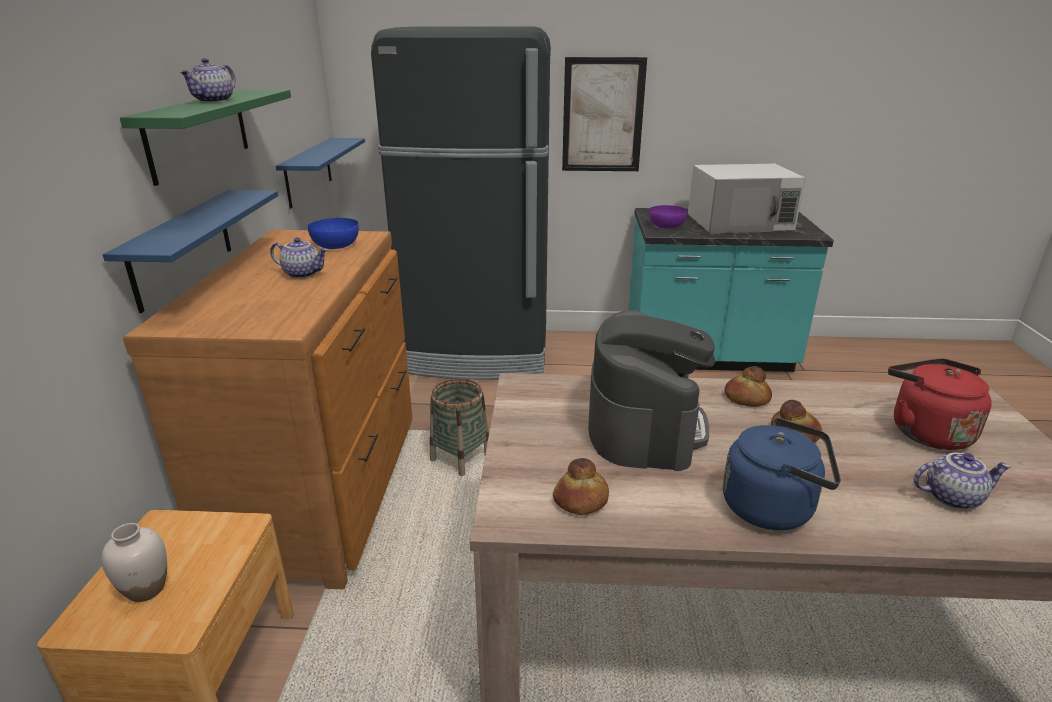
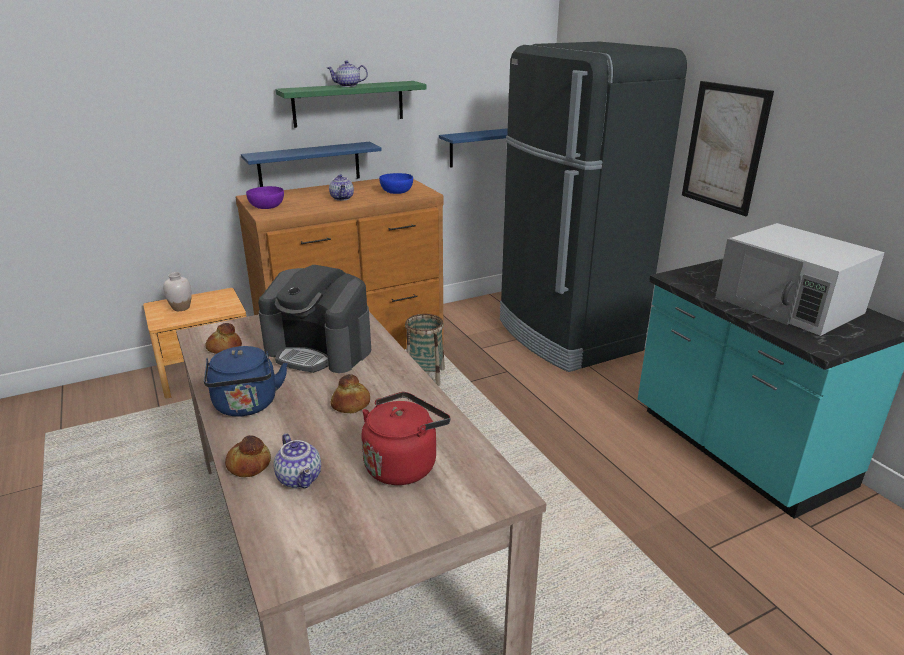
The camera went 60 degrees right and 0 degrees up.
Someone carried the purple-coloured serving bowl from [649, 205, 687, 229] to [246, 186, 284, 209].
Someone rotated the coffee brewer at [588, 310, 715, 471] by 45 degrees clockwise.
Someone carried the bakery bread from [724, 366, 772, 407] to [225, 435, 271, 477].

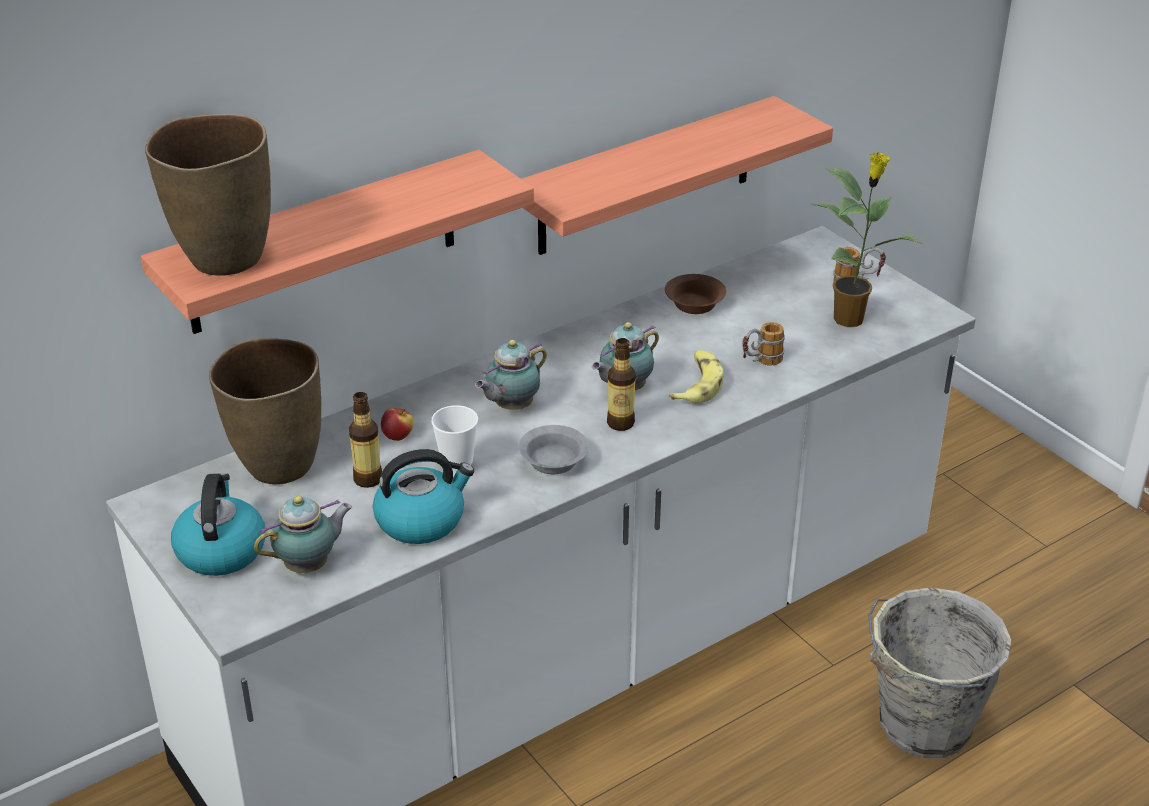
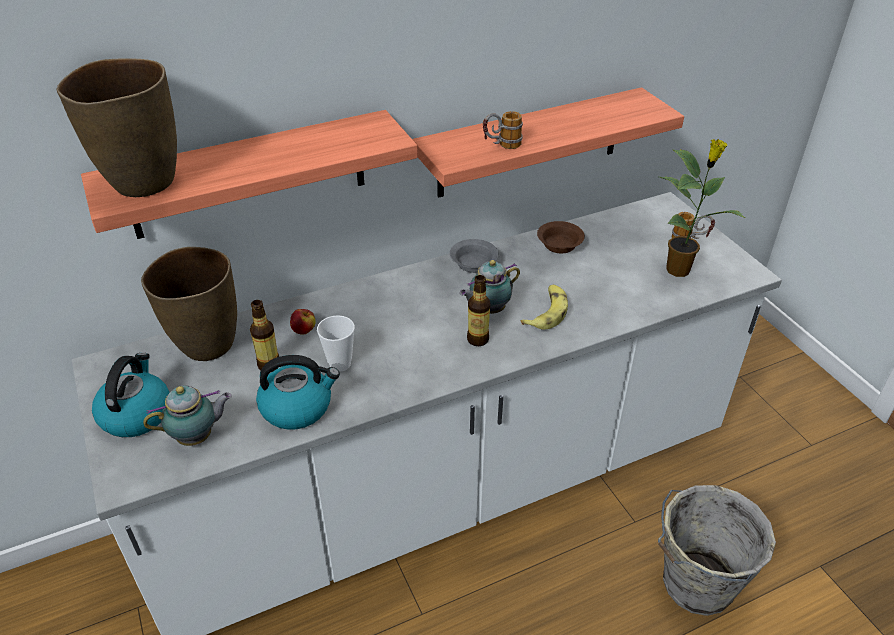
The camera went 10 degrees right and 5 degrees up.
Someone carried the tea mug from [742, 322, 785, 366] to [483, 111, 523, 149].
Someone took away the tea pot at [475, 340, 547, 410].
Someone carried the greyish serving bowl from [518, 425, 589, 474] to [450, 239, 498, 273].

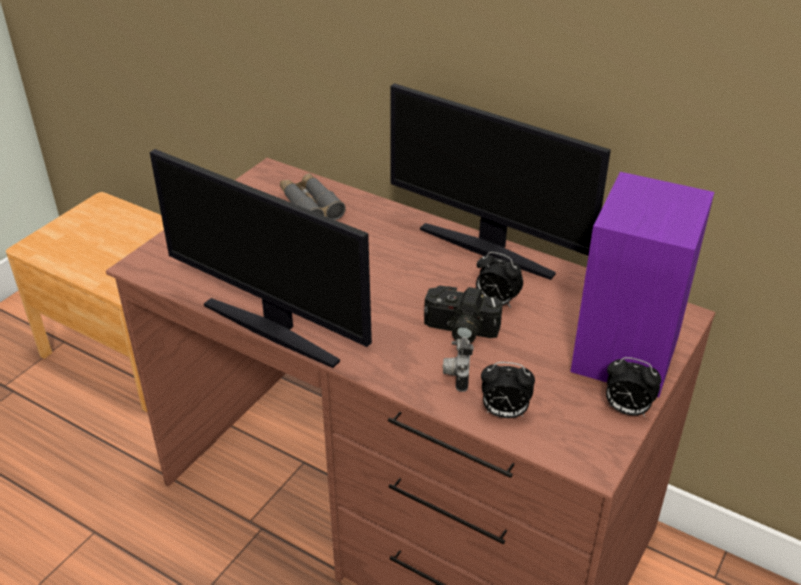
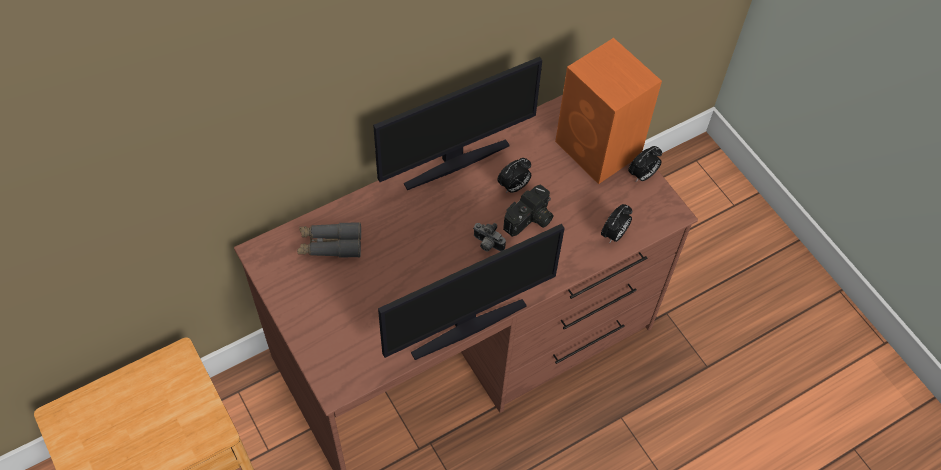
The camera went 65 degrees left and 20 degrees up.
Someone repainted the purple-coloured speaker at [570, 172, 714, 397], which became the orange speaker at [555, 38, 662, 184].
Someone carried the photo camera from [443, 337, 474, 392] to [473, 223, 506, 252].

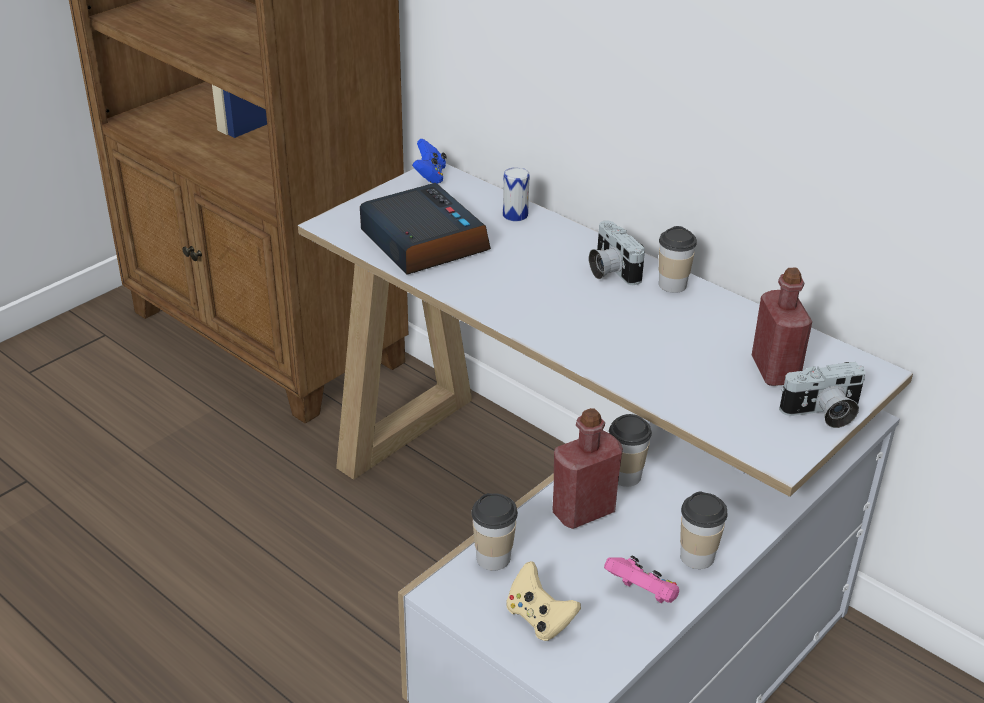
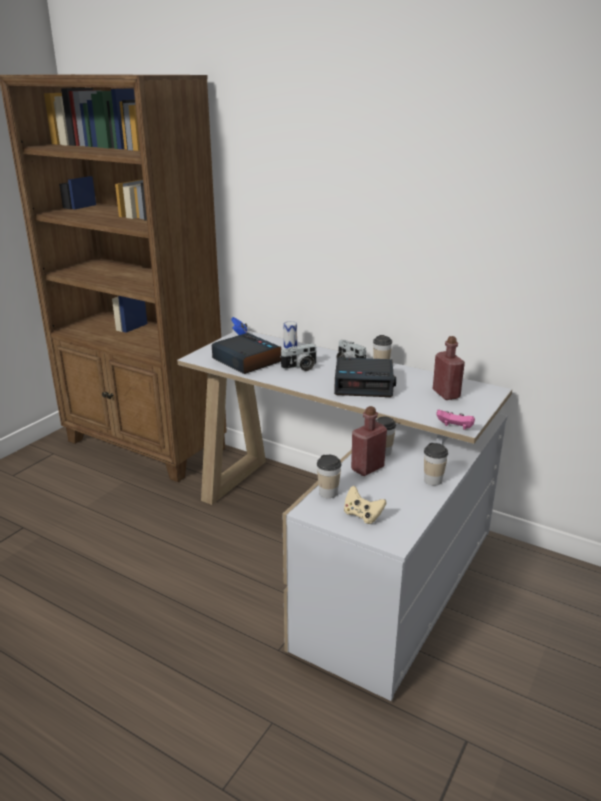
The camera went 10 degrees left and 10 degrees down.
Someone carried the photo camera from [779, 362, 865, 428] to [280, 343, 317, 371].
Someone carried the pink-coloured gamepad from [604, 556, 679, 603] to [436, 410, 475, 430].
Someone put down the alarm clock at [334, 357, 396, 397].

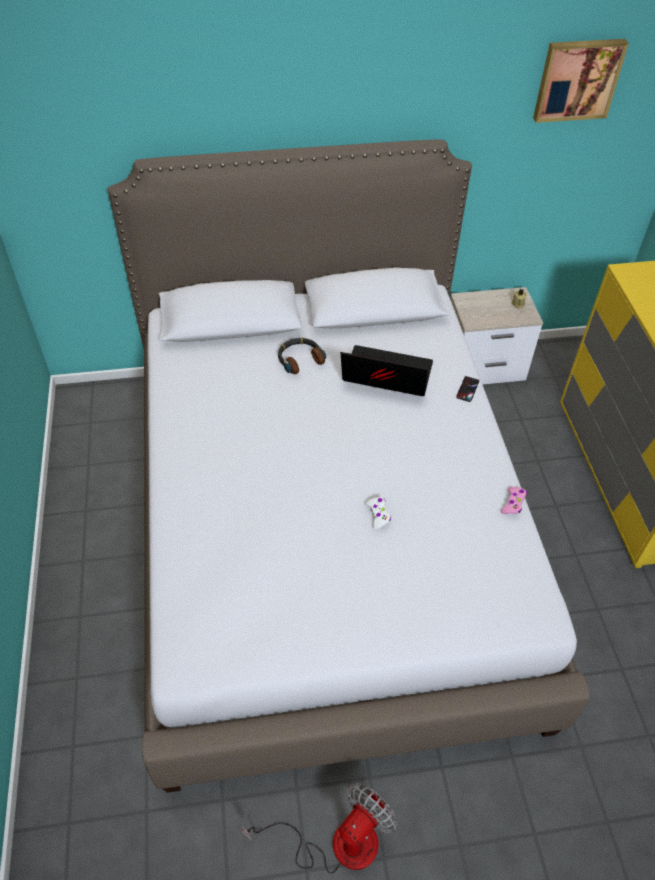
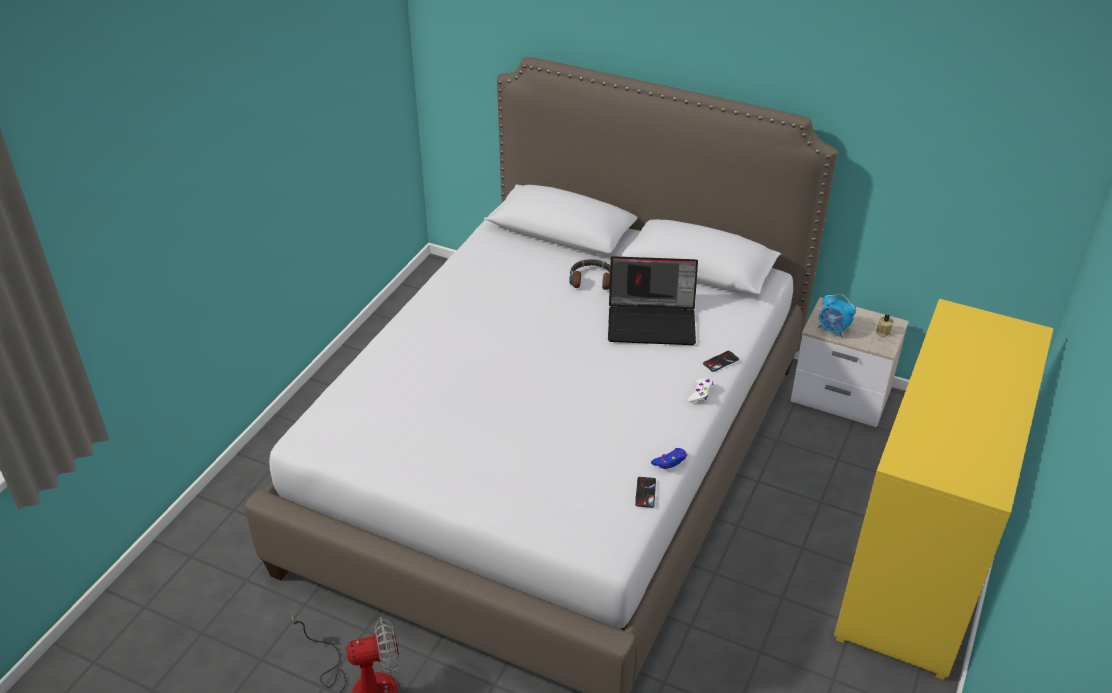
The camera went 35 degrees right and 10 degrees down.
Someone took away the picture at [533, 39, 629, 123].
Someone rotated the notebook computer at [341, 345, 433, 396] by 135 degrees clockwise.
Someone repainted the pink-coloured gamepad at [501, 487, 527, 514], which became the bluish gamepad at [651, 448, 687, 469].
Someone carried the white-coloured gamepad from [365, 497, 391, 530] to [688, 379, 713, 403].
Someone put down the alarm clock at [818, 294, 856, 338].
Someone put down the phone at [635, 477, 656, 508].

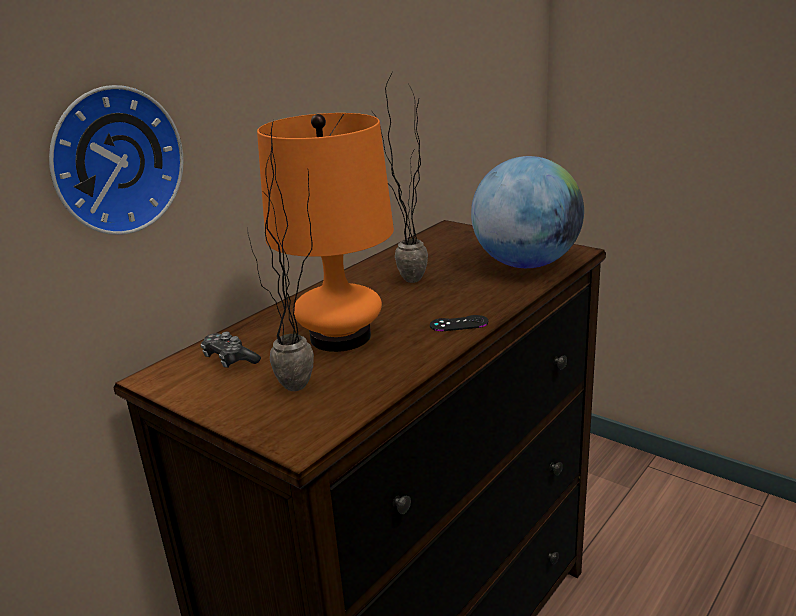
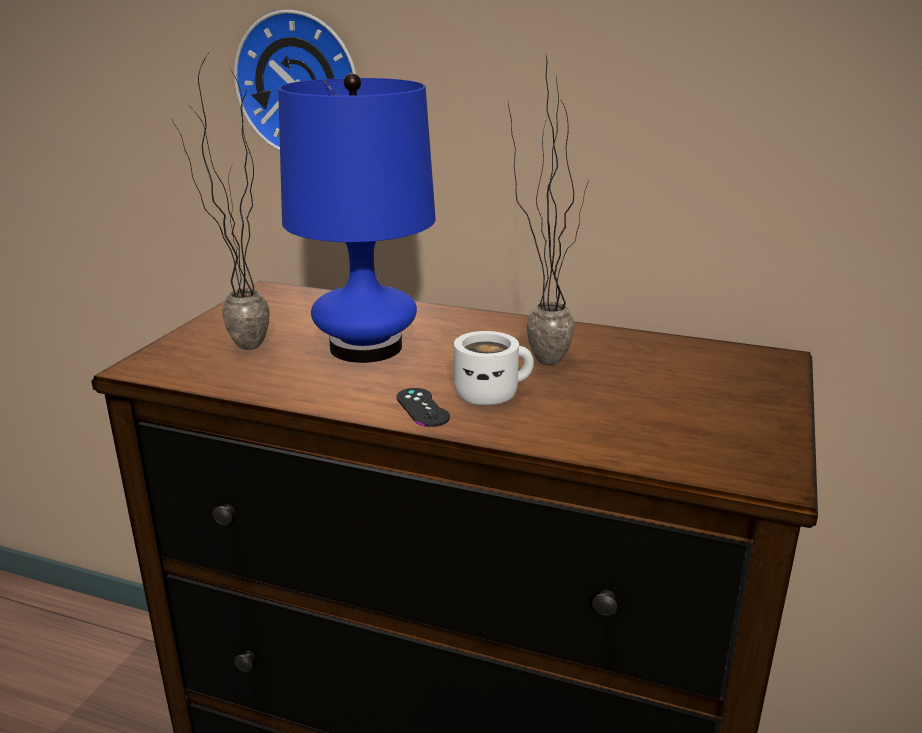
The camera went 70 degrees right and 0 degrees up.
Someone repainted the orange lamp for a table at [257, 113, 394, 352], which became the bluish lamp for a table at [278, 73, 436, 363].
Someone took away the globe at [471, 156, 584, 268].
Someone took away the gamepad at [200, 332, 261, 368].
Someone put down the white-coloured tea mug at [454, 331, 534, 406].

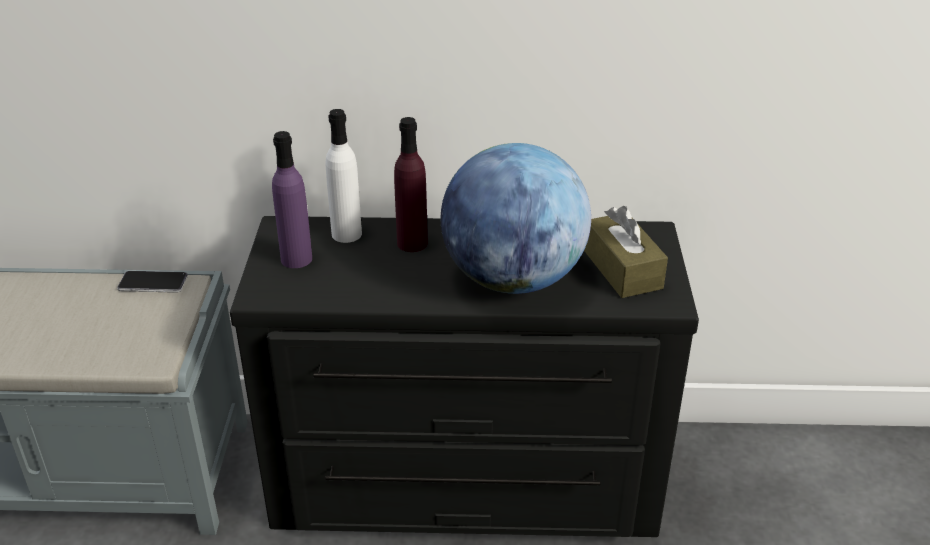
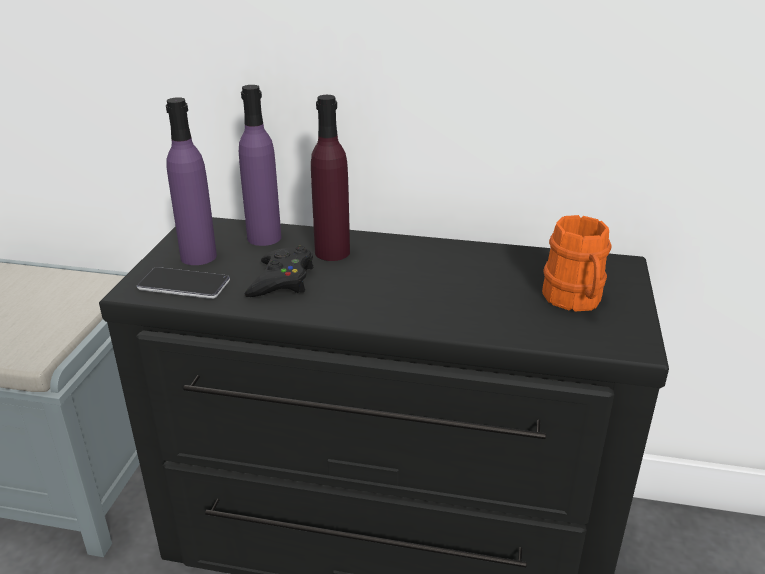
The camera went 10 degrees right and 5 degrees down.
Someone repainted the white-coloured drink bottle at [325, 109, 362, 243], which became the purple-coloured drink bottle at [239, 85, 281, 246].
Someone took away the globe at [441, 143, 591, 294].
Someone swapped the brown-coloured tissue holder at [584, 206, 668, 298] for the orange tea mug at [542, 215, 612, 311].
Someone carried the phone from [117, 271, 188, 293] to [137, 267, 230, 299].
Someone put down the black-coloured gamepad at [245, 246, 313, 297].

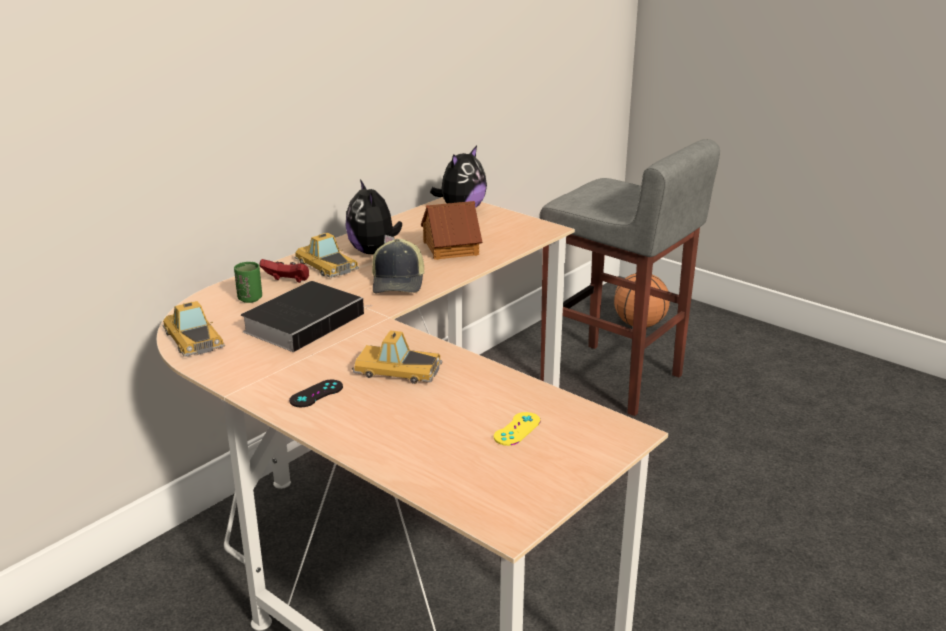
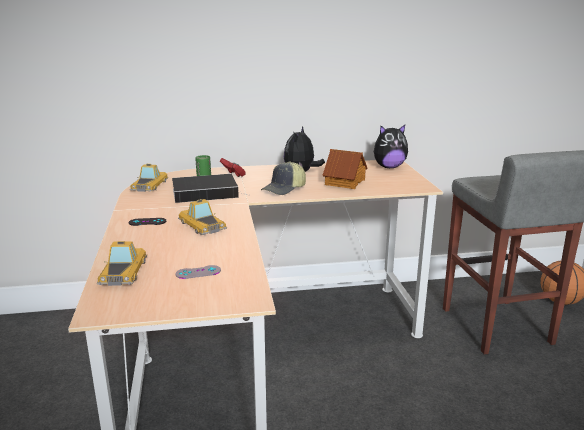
The camera went 40 degrees right and 5 degrees down.
Someone carried the miniature car from [294, 233, 359, 278] to [97, 241, 147, 286].
Someone repainted the yellowish gamepad at [494, 412, 541, 446], which became the greyish gamepad at [175, 265, 221, 279].

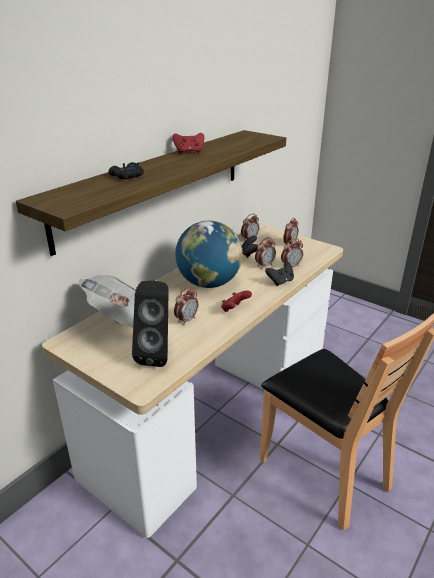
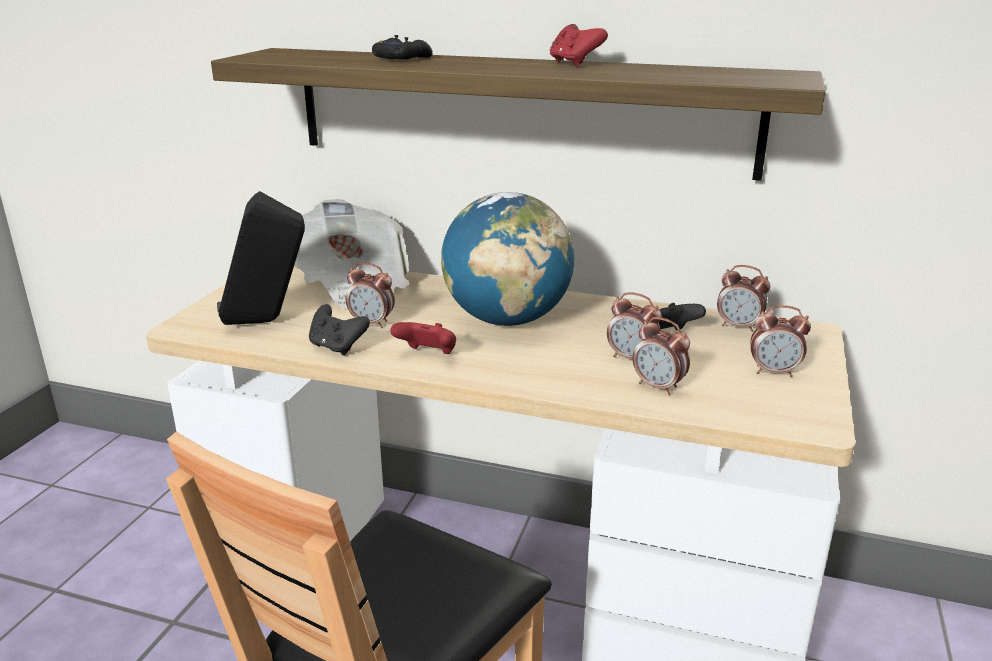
The camera went 70 degrees right and 5 degrees down.
Someone carried the black-coloured gamepad from [265, 261, 294, 286] to [309, 304, 370, 356].

